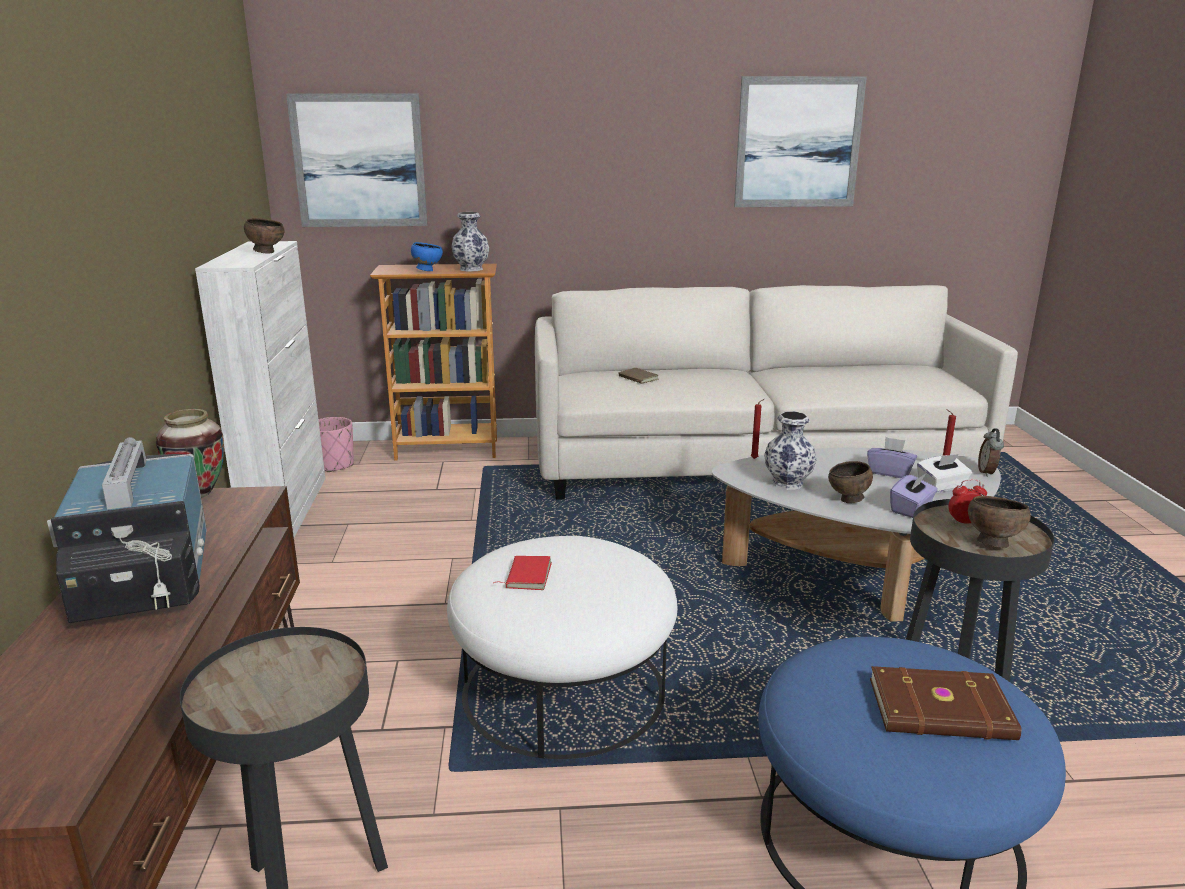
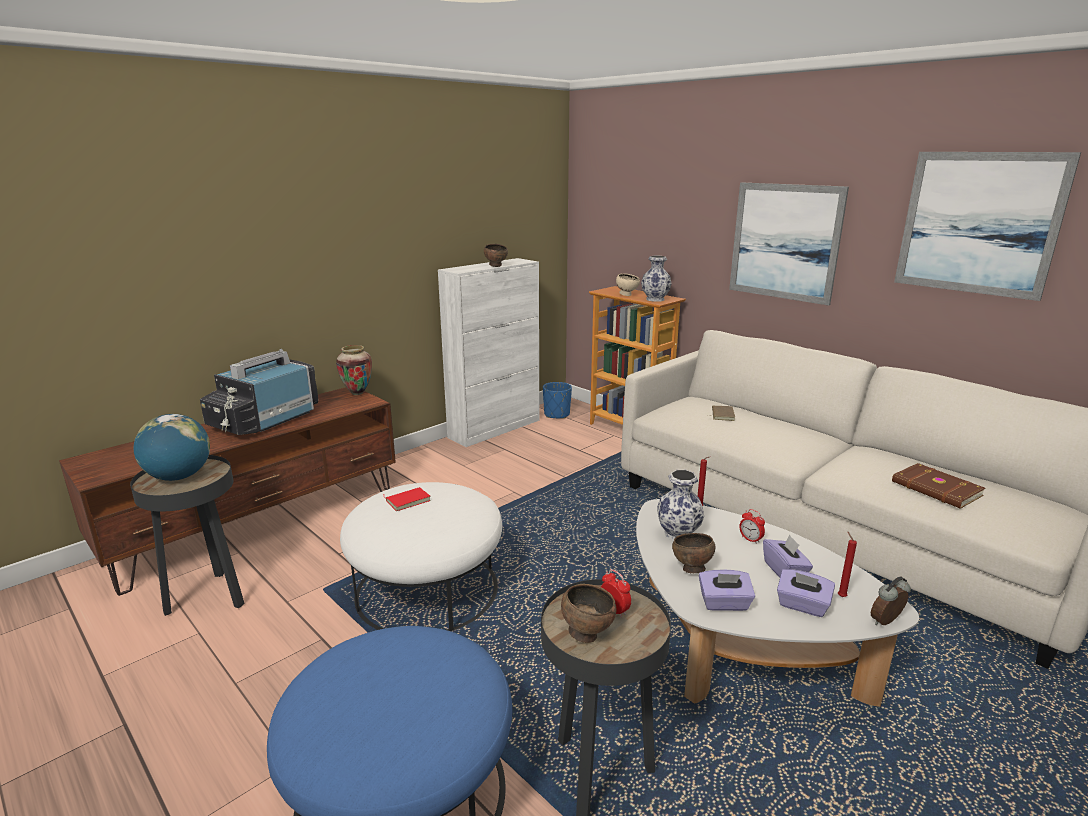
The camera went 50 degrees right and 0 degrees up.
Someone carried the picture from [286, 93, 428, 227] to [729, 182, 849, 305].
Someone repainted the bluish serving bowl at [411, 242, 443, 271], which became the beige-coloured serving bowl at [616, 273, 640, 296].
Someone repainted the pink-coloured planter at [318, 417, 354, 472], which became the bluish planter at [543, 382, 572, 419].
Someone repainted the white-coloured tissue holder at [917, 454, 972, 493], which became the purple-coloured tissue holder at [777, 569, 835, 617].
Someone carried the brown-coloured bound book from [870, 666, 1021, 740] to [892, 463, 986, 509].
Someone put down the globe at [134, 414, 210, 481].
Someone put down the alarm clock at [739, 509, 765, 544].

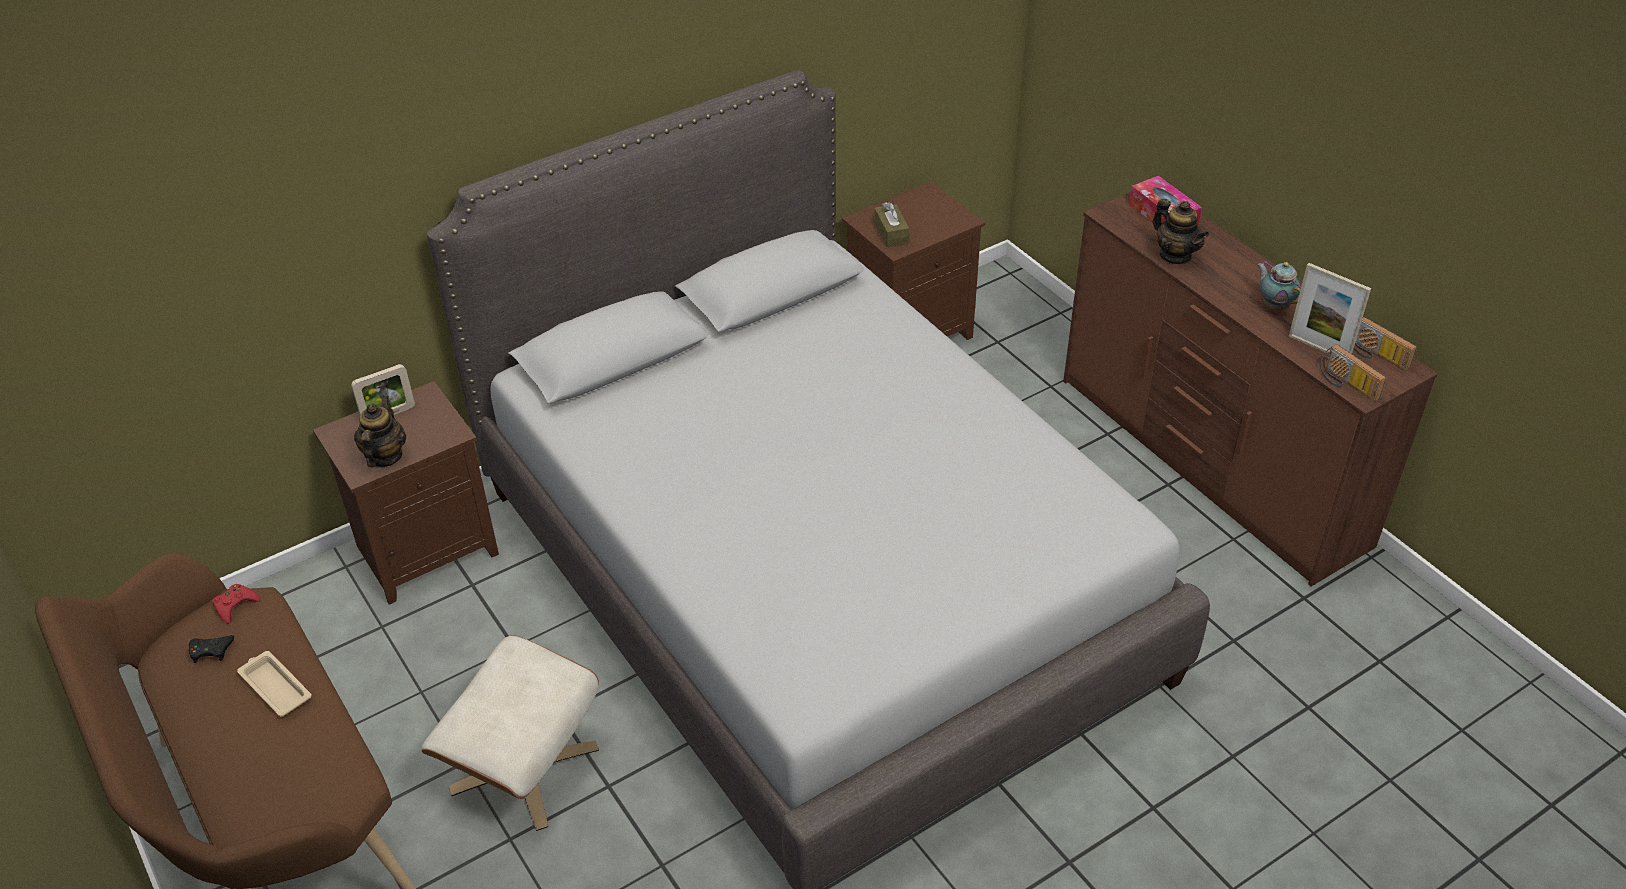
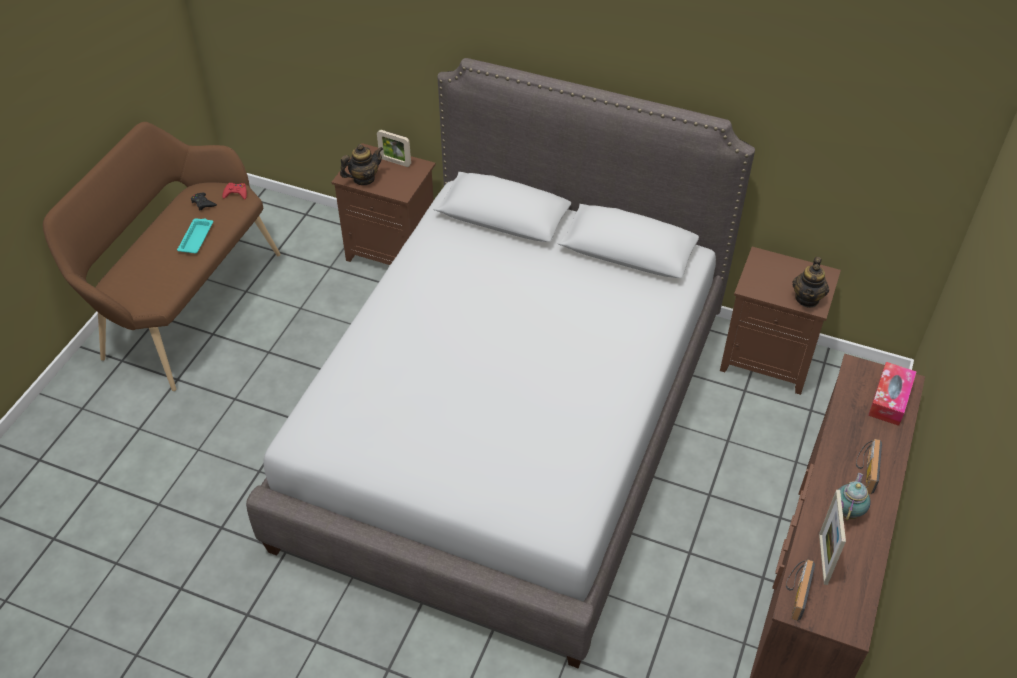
The camera went 55 degrees right and 5 degrees up.
Someone carried the tea pot from [1153, 199, 1209, 264] to [792, 257, 829, 308].
Someone took away the brown-coloured tissue holder at [874, 202, 909, 247].
Someone carried the radio set from [1353, 317, 1417, 371] to [856, 439, 882, 494].
Someone took away the beige-coloured pouffe at [422, 635, 599, 831].
Someone repainted the beige-coloured serving tray at [237, 651, 312, 717], which became the turquoise serving tray at [177, 218, 213, 254].

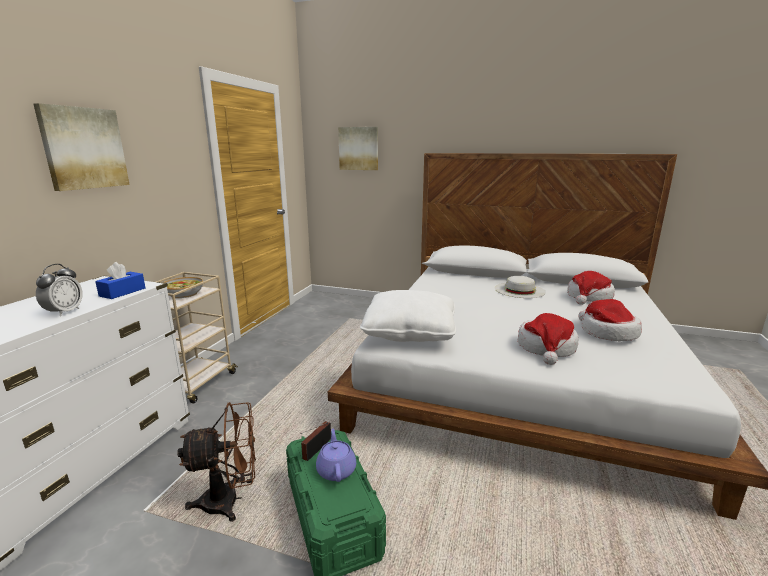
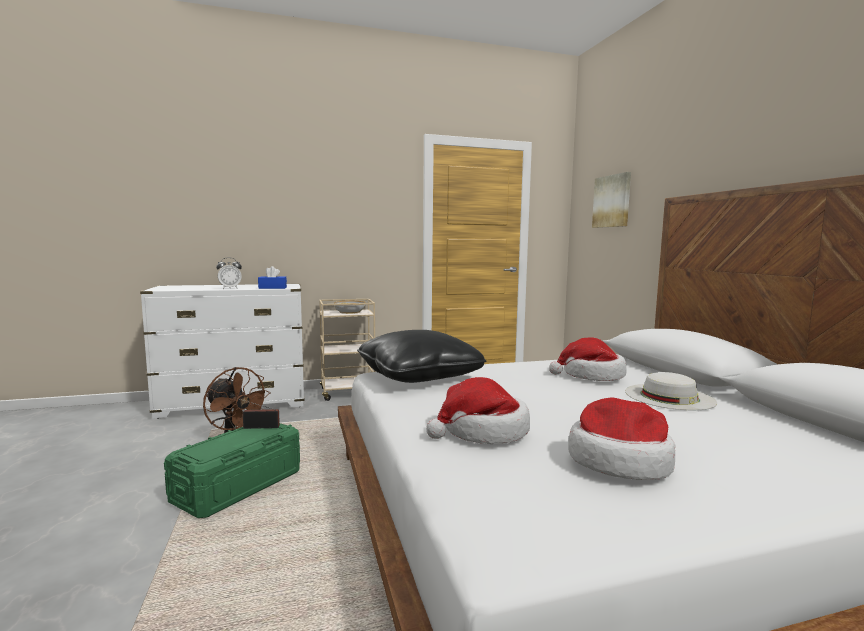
The camera went 55 degrees right and 10 degrees down.
Someone took away the picture at [33, 103, 130, 191].
Someone carried the wearable hat from [567, 271, 615, 305] to [549, 338, 627, 381].
Someone repainted the white-coloured throw pillow at [360, 290, 456, 342], which became the black-coloured throw pillow at [357, 330, 486, 383].
Someone took away the purple-coloured tea pot at [316, 429, 356, 482].

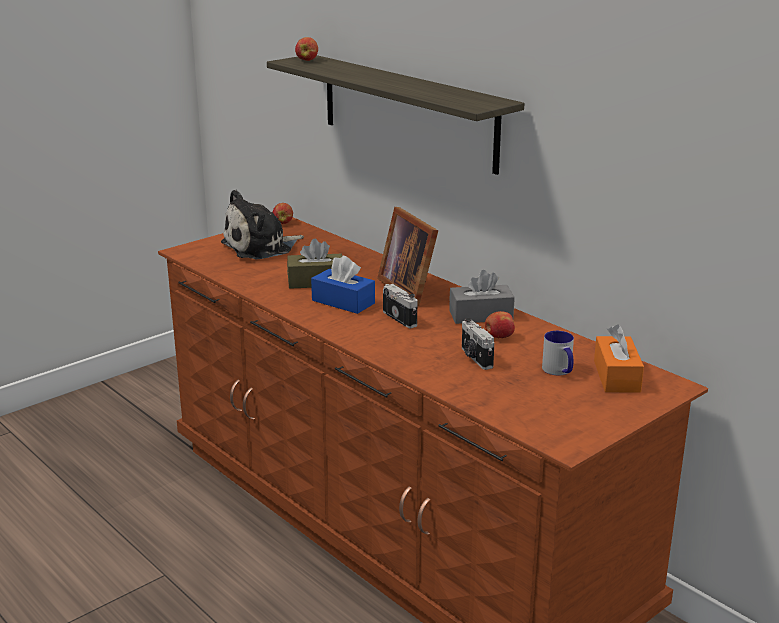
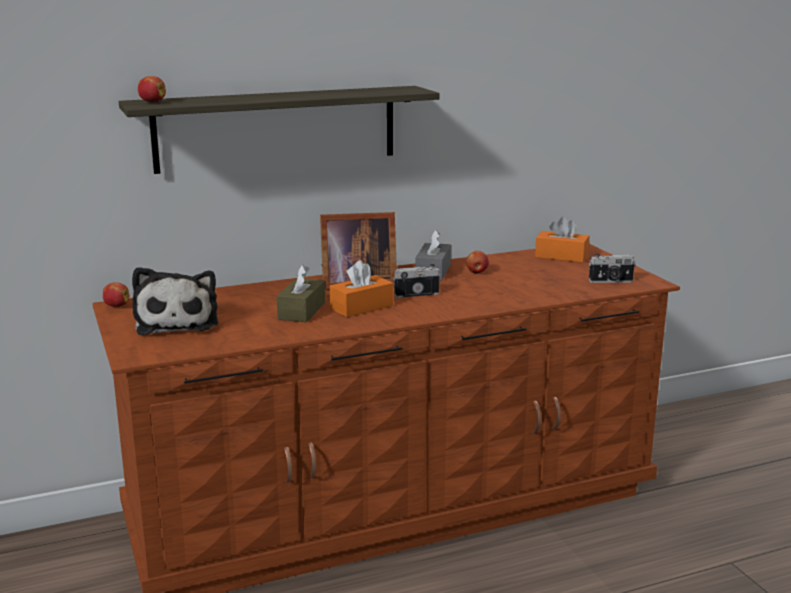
The camera went 70 degrees left and 5 degrees down.
Someone repainted the bluish tissue holder at [311, 256, 375, 314], which became the orange tissue holder at [330, 260, 393, 317].
Someone carried the photo camera from [462, 318, 494, 370] to [589, 254, 636, 283].
Someone took away the tea mug at [542, 331, 574, 375].

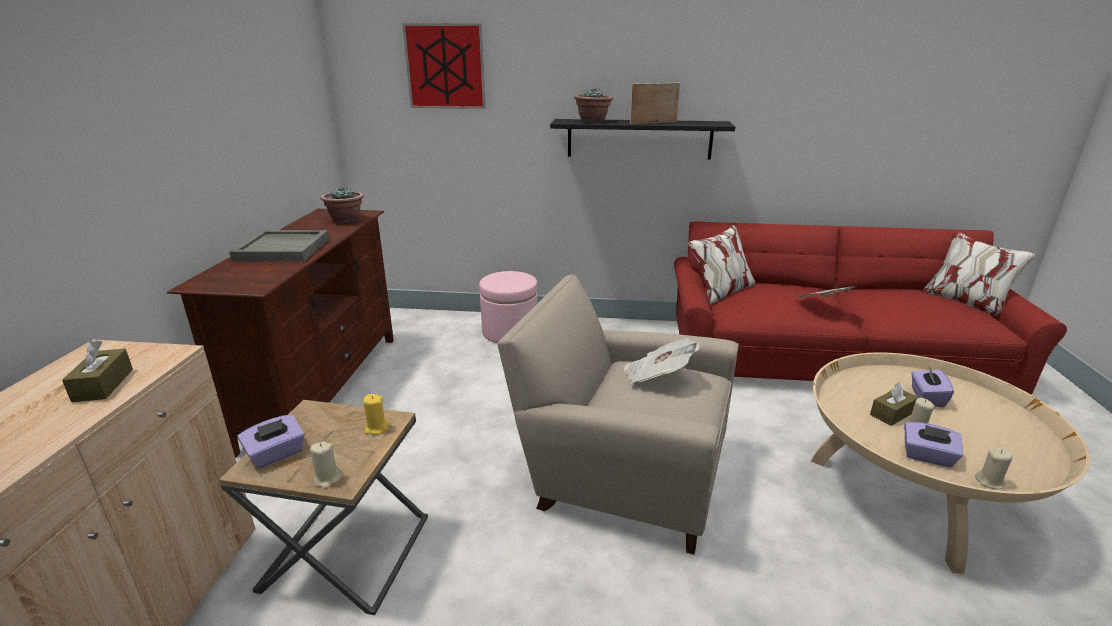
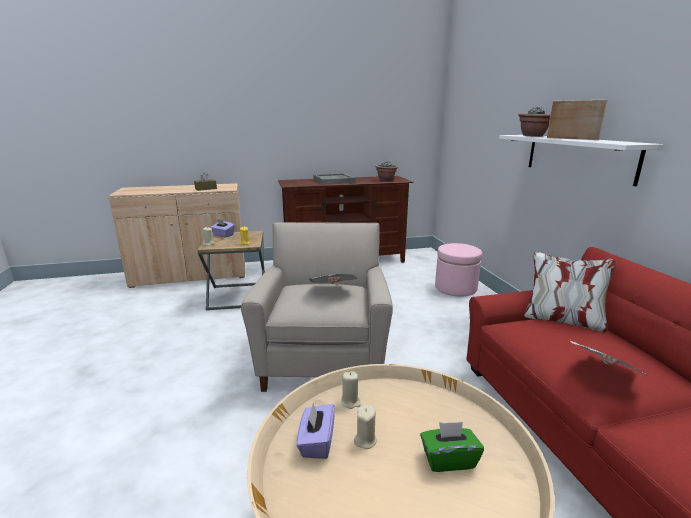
The camera went 70 degrees right and 5 degrees down.
Someone took away the picture at [402, 24, 486, 109].
Someone repainted the black-coloured shelf at [550, 119, 735, 160], which became the white-coloured shelf at [499, 135, 663, 186].
Someone repainted the purple-coloured tissue holder at [911, 367, 954, 407], which became the green-coloured tissue holder at [420, 422, 484, 472].
Someone took away the brown-coloured tissue holder at [870, 382, 919, 426].
Someone carried the beige-coloured wax candle from [975, 448, 1013, 489] to [341, 371, 360, 409].

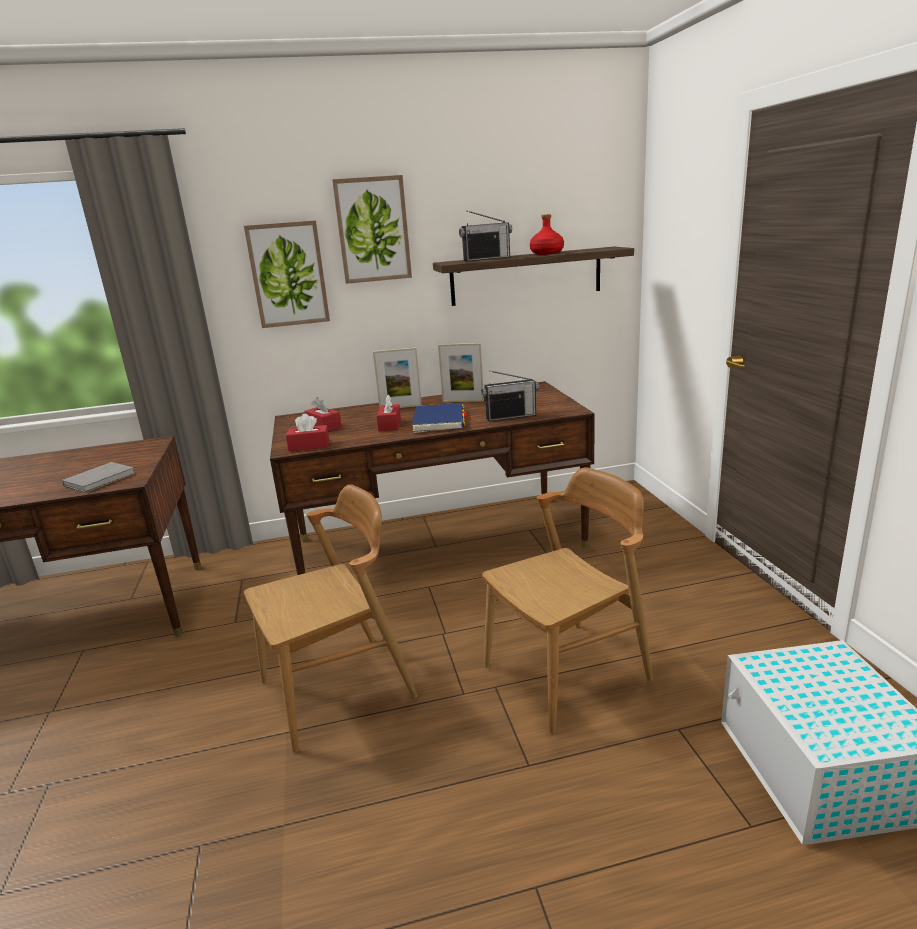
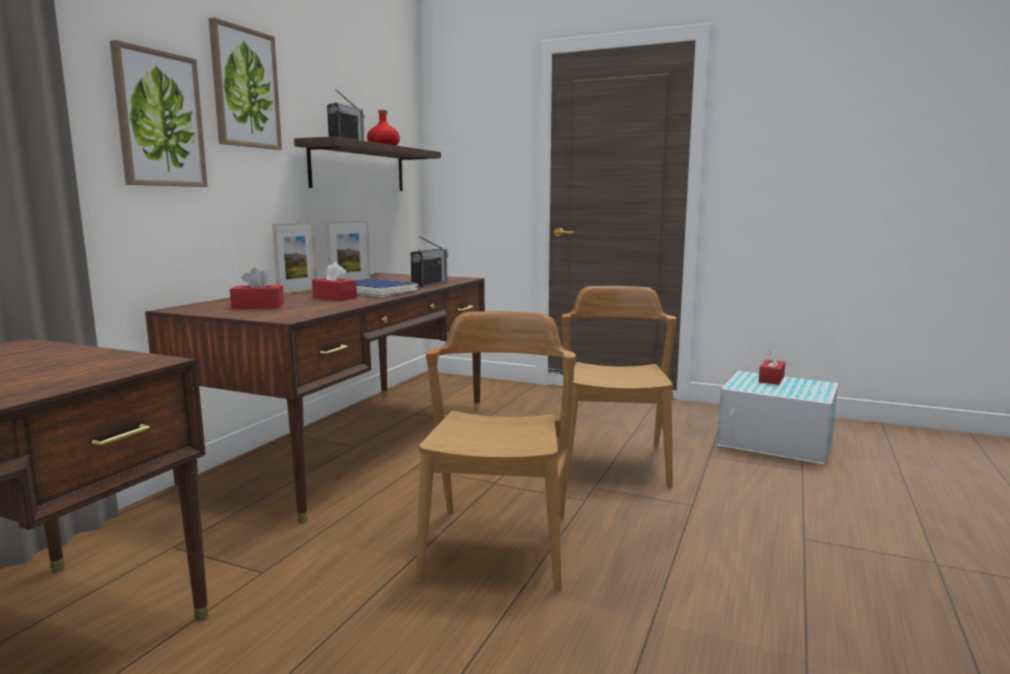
The camera went 55 degrees left and 10 degrees down.
Someone carried the red tissue holder from [286, 414, 329, 451] to [759, 349, 785, 385].
Someone took away the greyish bound book at [62, 462, 135, 493].

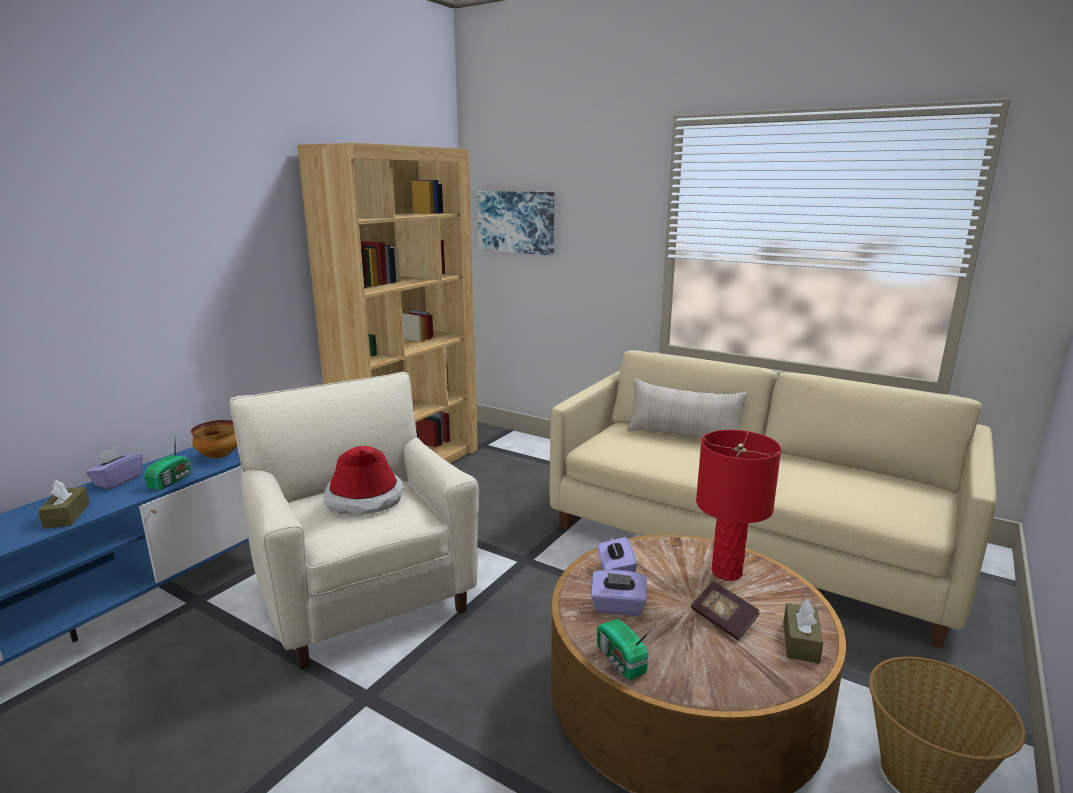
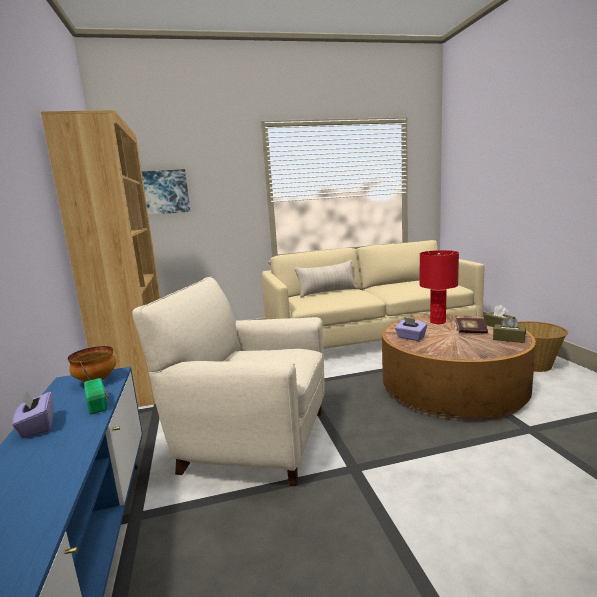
The camera went 45 degrees left and 5 degrees down.
Someone took away the wearable hat at [323, 446, 404, 515].
Someone carried the brown-coloured tissue holder from [38, 480, 90, 529] to [493, 317, 526, 343].
Someone took away the purple-coloured tissue holder at [591, 570, 647, 616].
Someone took away the radio set at [597, 619, 655, 680].

